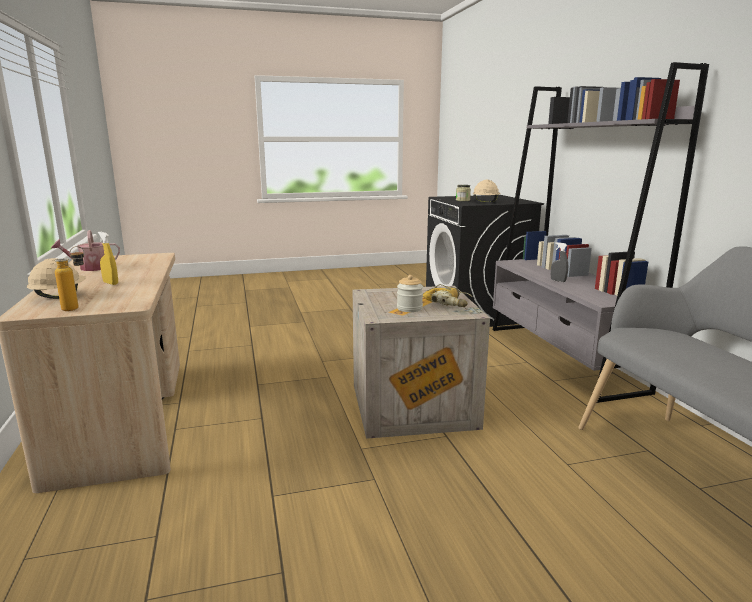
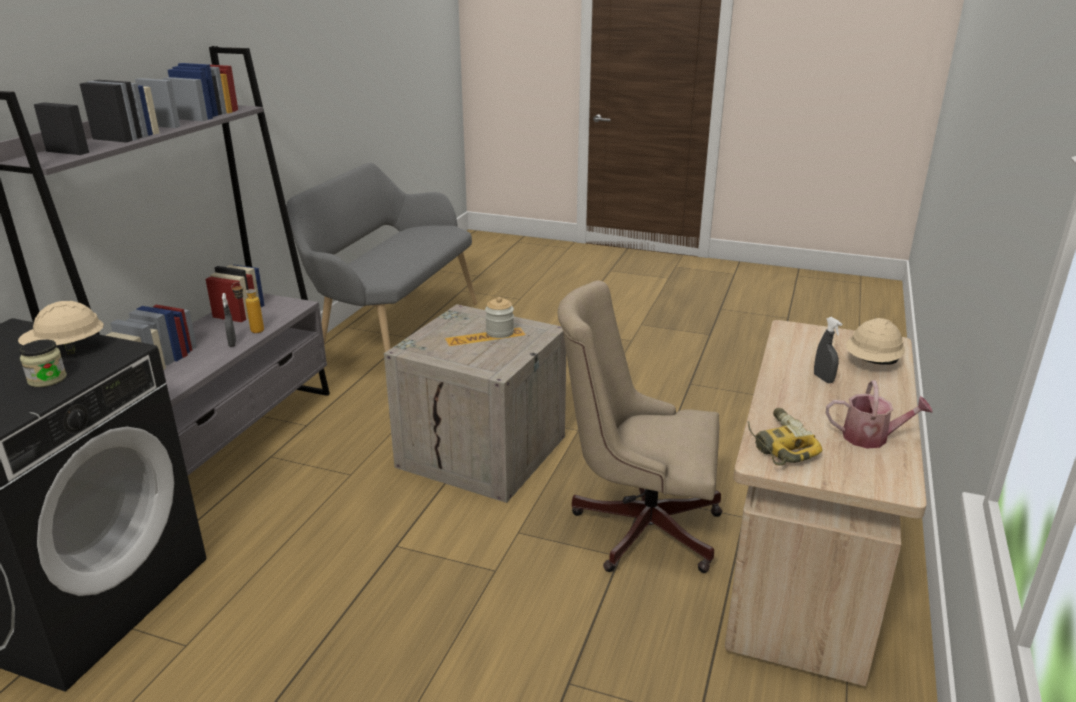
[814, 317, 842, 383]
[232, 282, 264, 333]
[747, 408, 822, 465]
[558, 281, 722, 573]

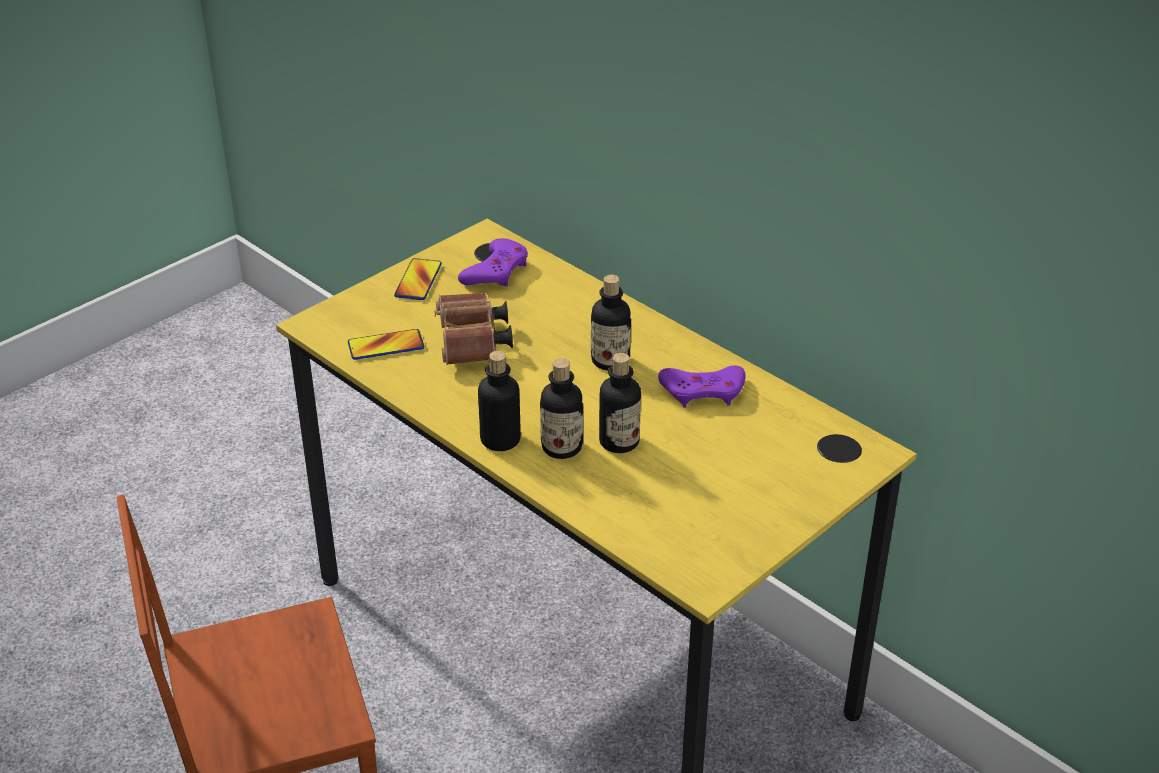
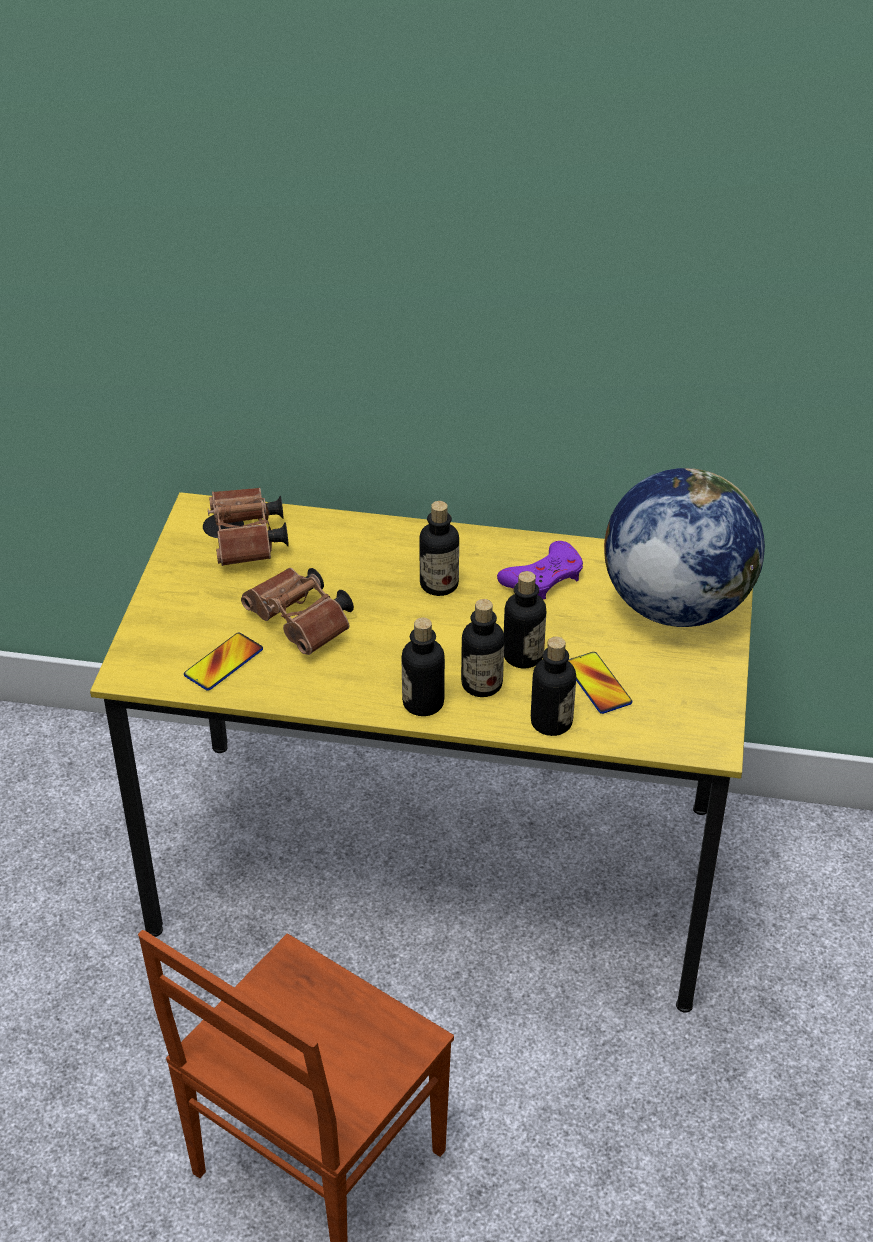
[208, 488, 289, 566]
[568, 652, 632, 714]
[604, 468, 765, 627]
[531, 637, 576, 736]

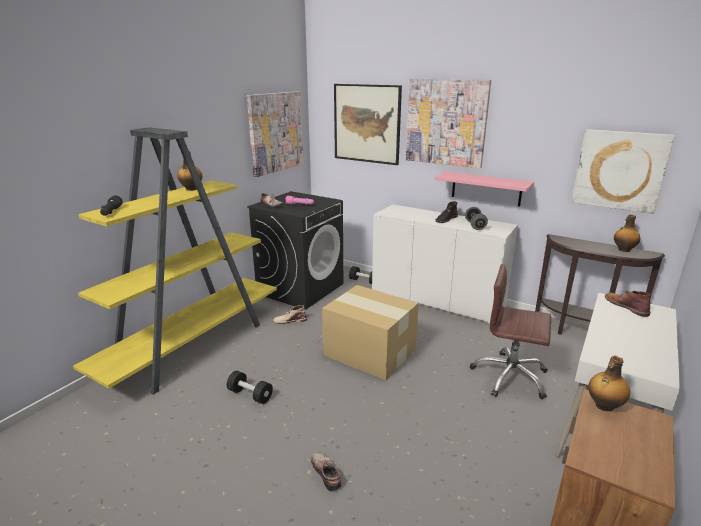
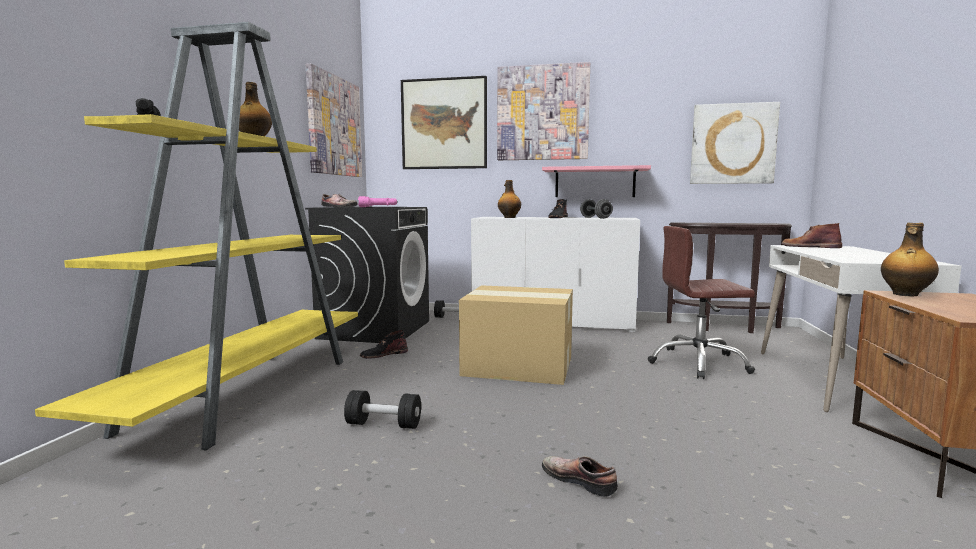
[498, 180, 521, 218]
[360, 330, 408, 359]

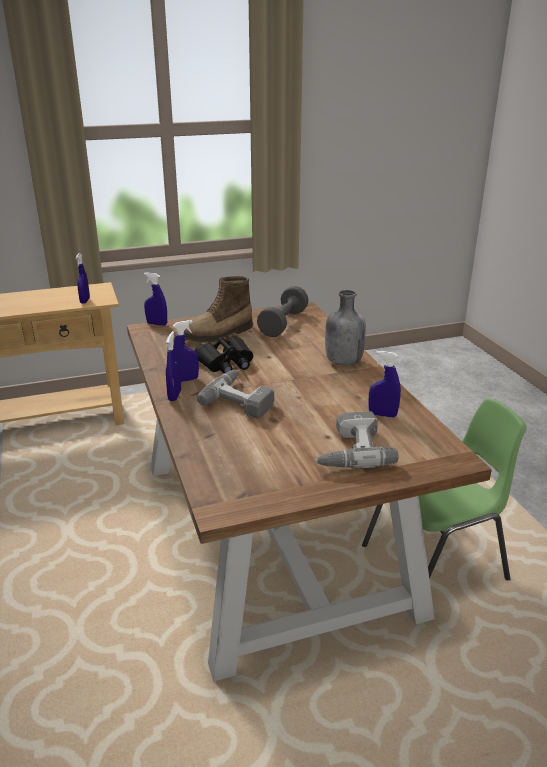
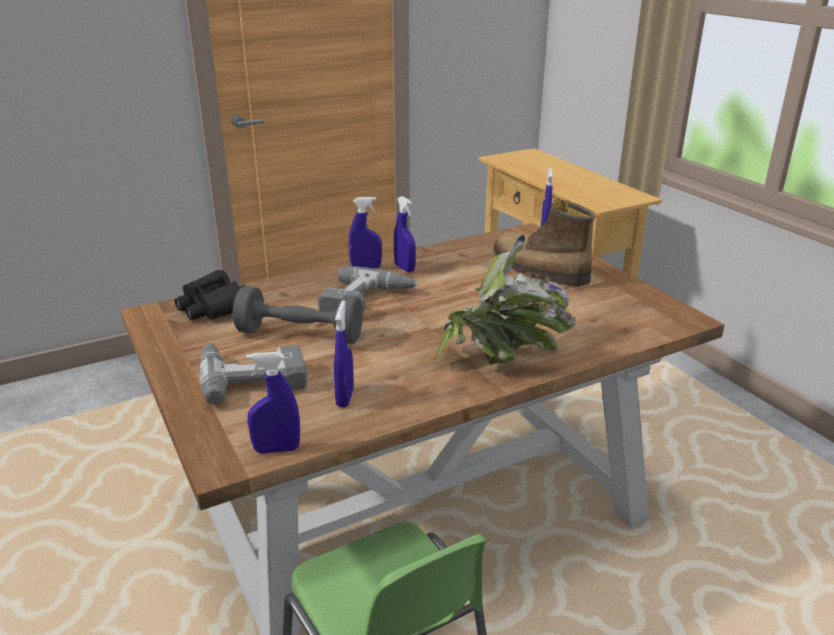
[246, 352, 300, 454]
[233, 286, 363, 344]
[433, 235, 576, 365]
[174, 270, 246, 320]

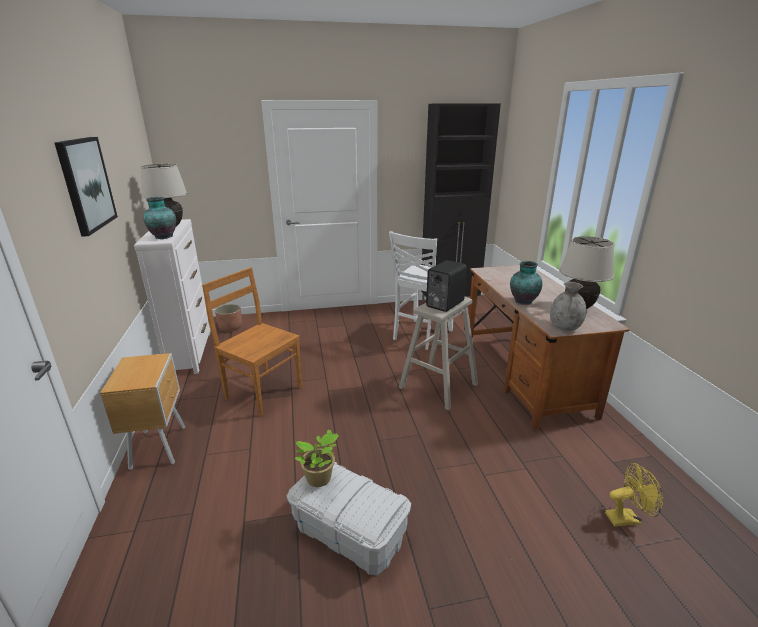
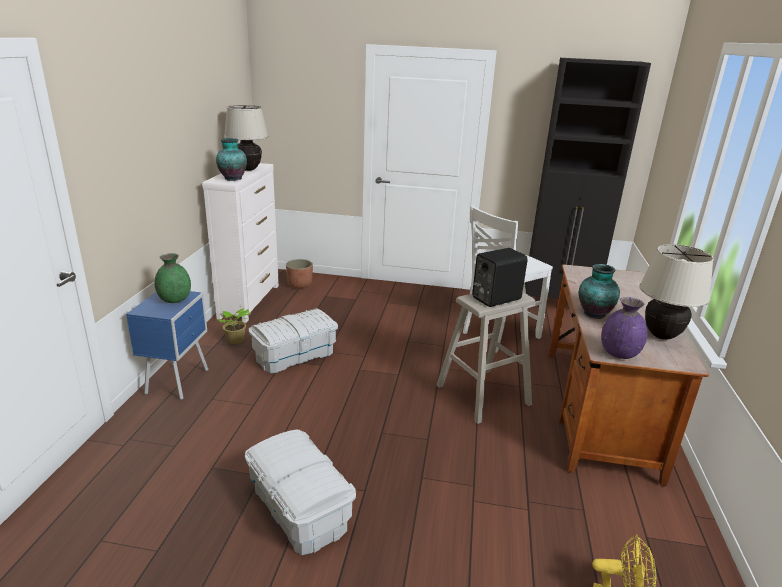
[54, 137, 118, 237] (first image)
[249, 308, 338, 373]
[601, 297, 647, 359]
[126, 291, 208, 400]
[218, 309, 252, 344]
[155, 253, 191, 303]

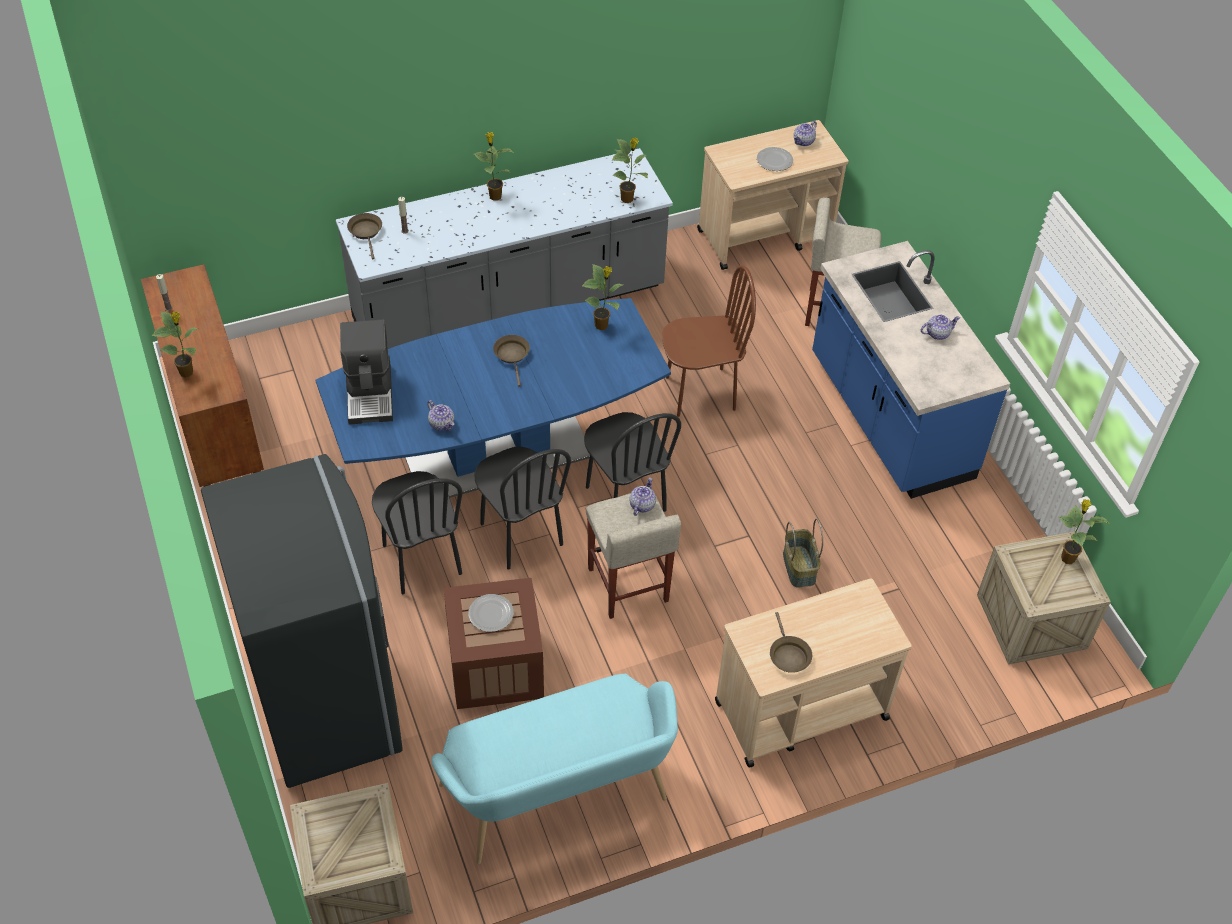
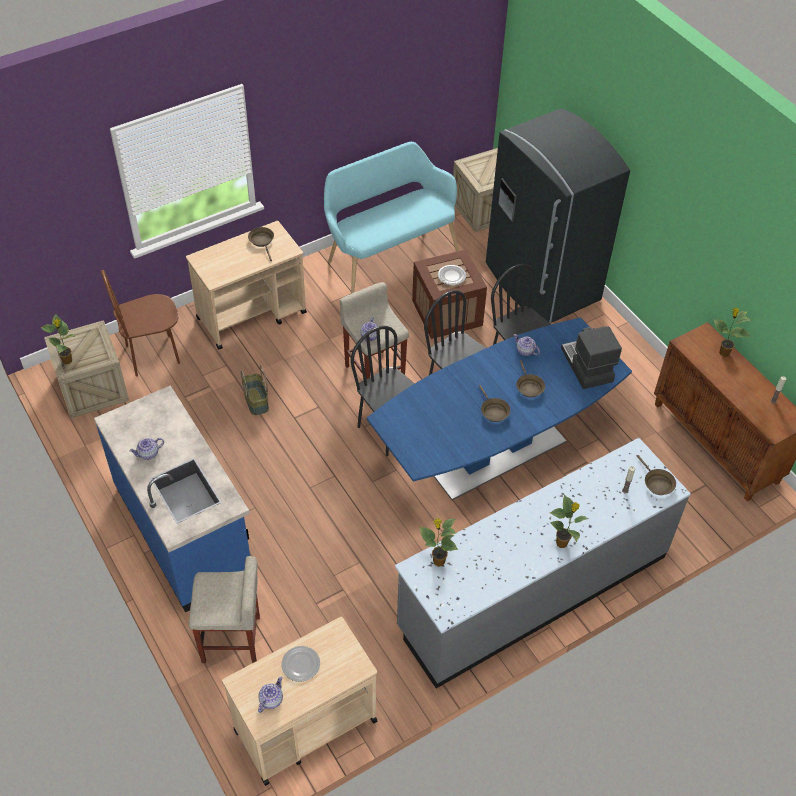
[582, 264, 623, 330] (first image)
[101, 270, 180, 377]
[516, 360, 545, 398]

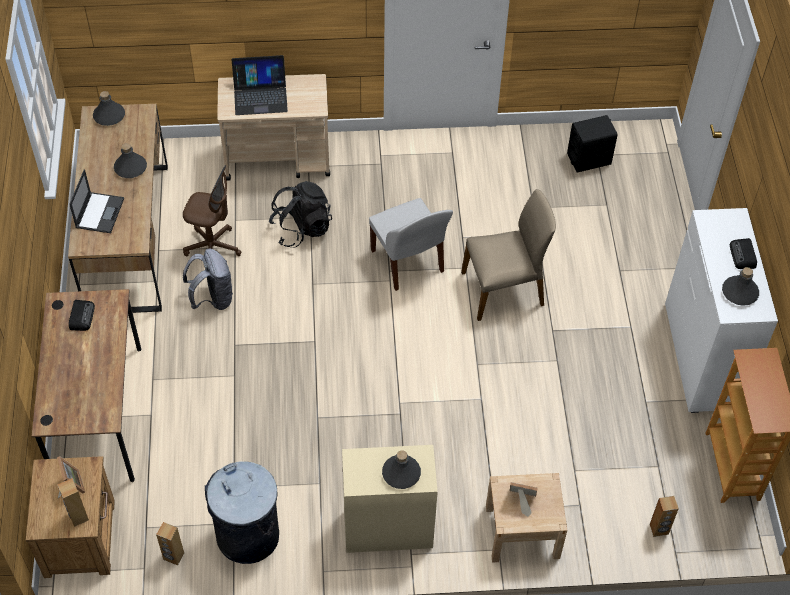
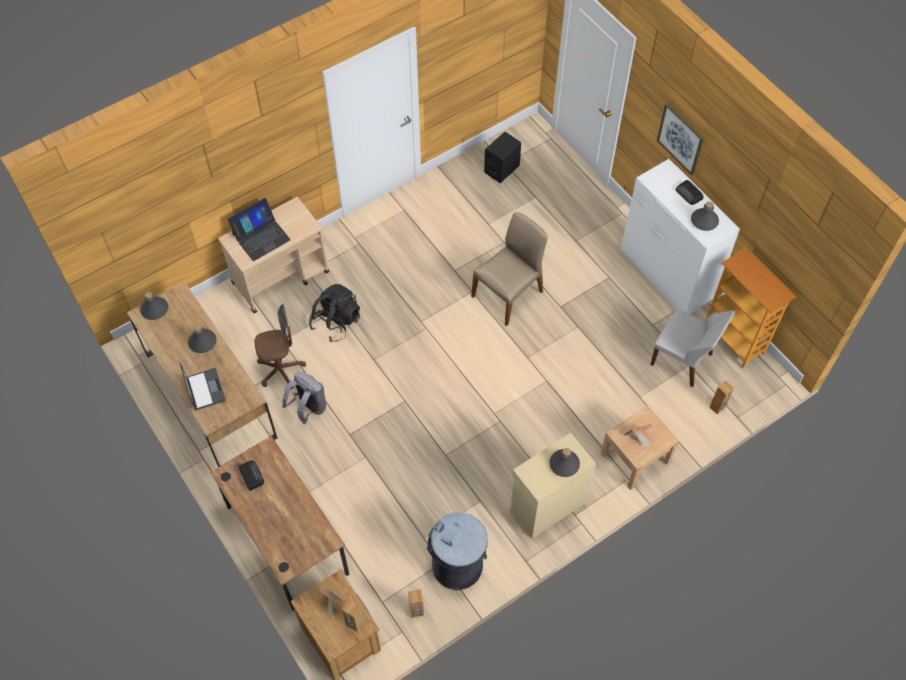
[650, 309, 735, 387]
[657, 103, 704, 175]

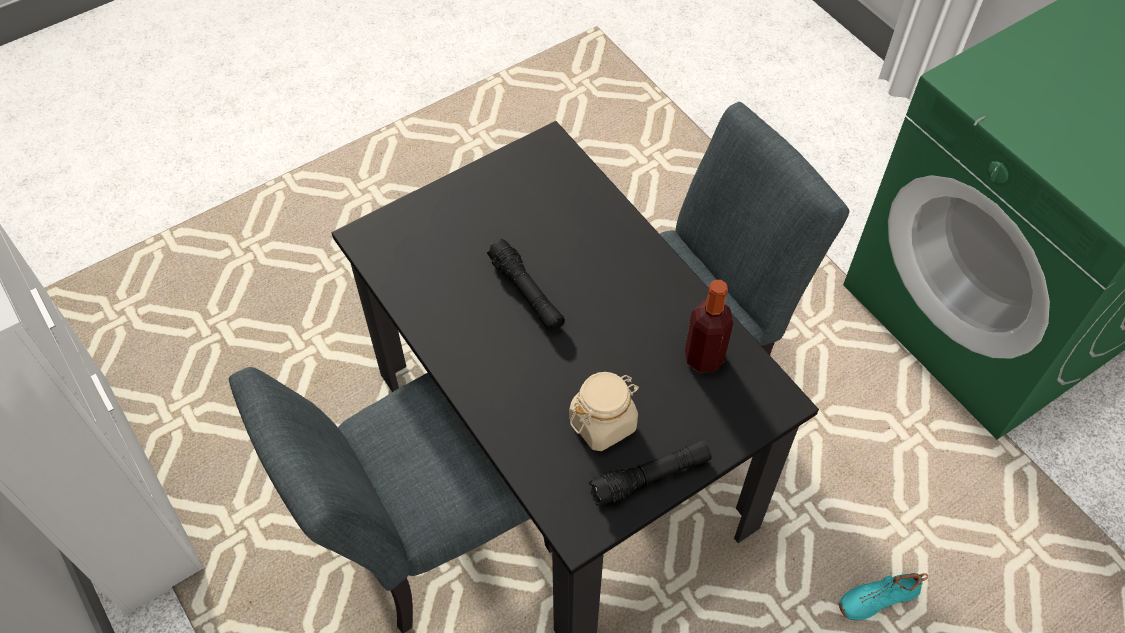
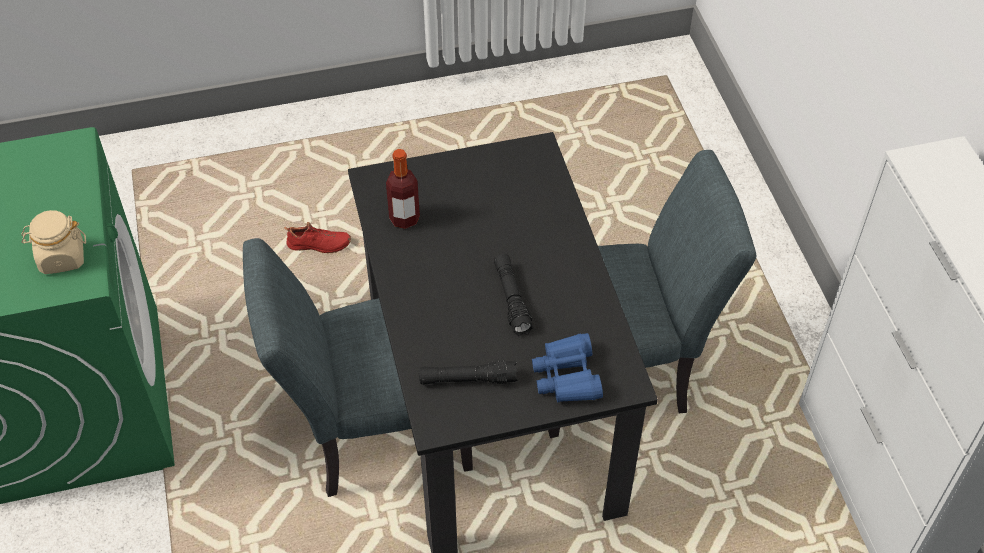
[21, 210, 86, 274]
[419, 360, 517, 385]
[284, 222, 351, 253]
[532, 333, 603, 402]

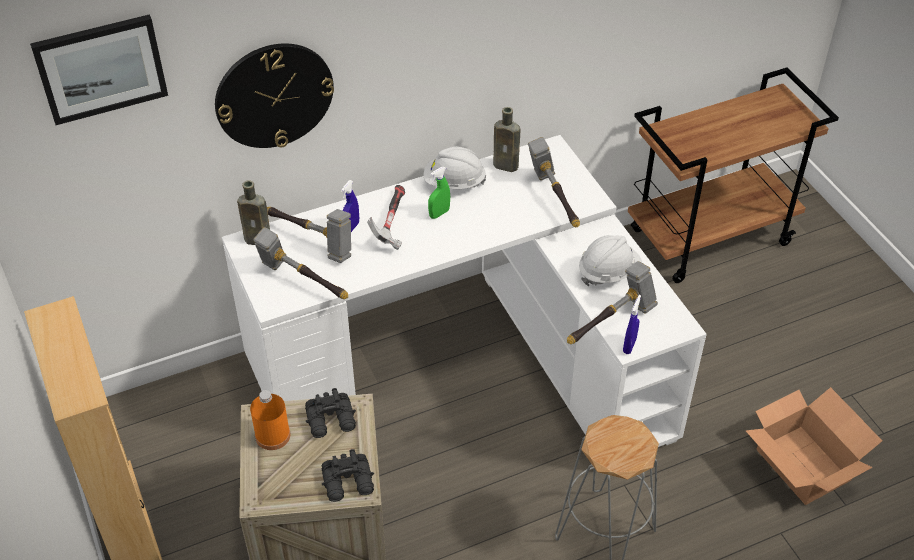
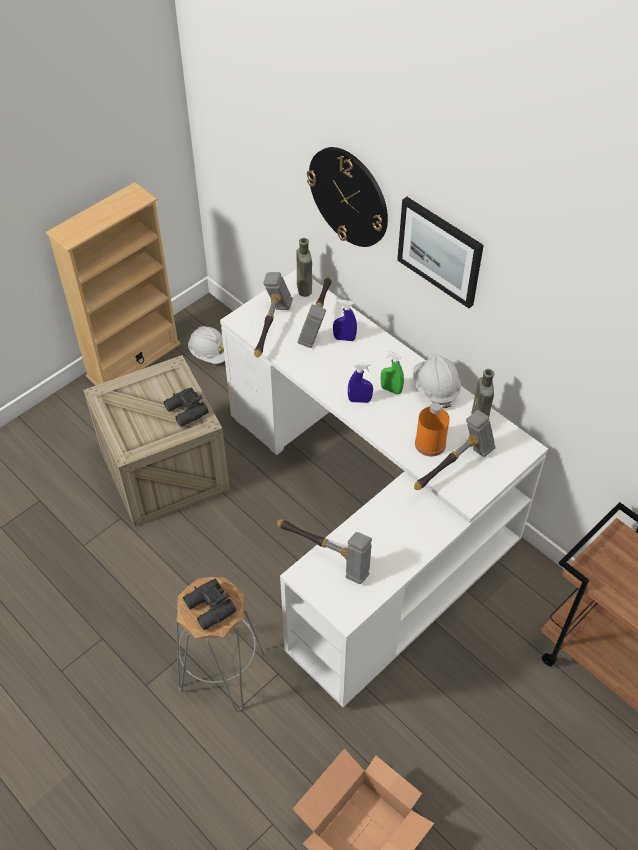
[397, 197, 484, 308]
[367, 185, 405, 250] (first image)
[188, 326, 225, 364]
[348, 363, 373, 403]
[415, 403, 450, 457]
[183, 579, 236, 630]

